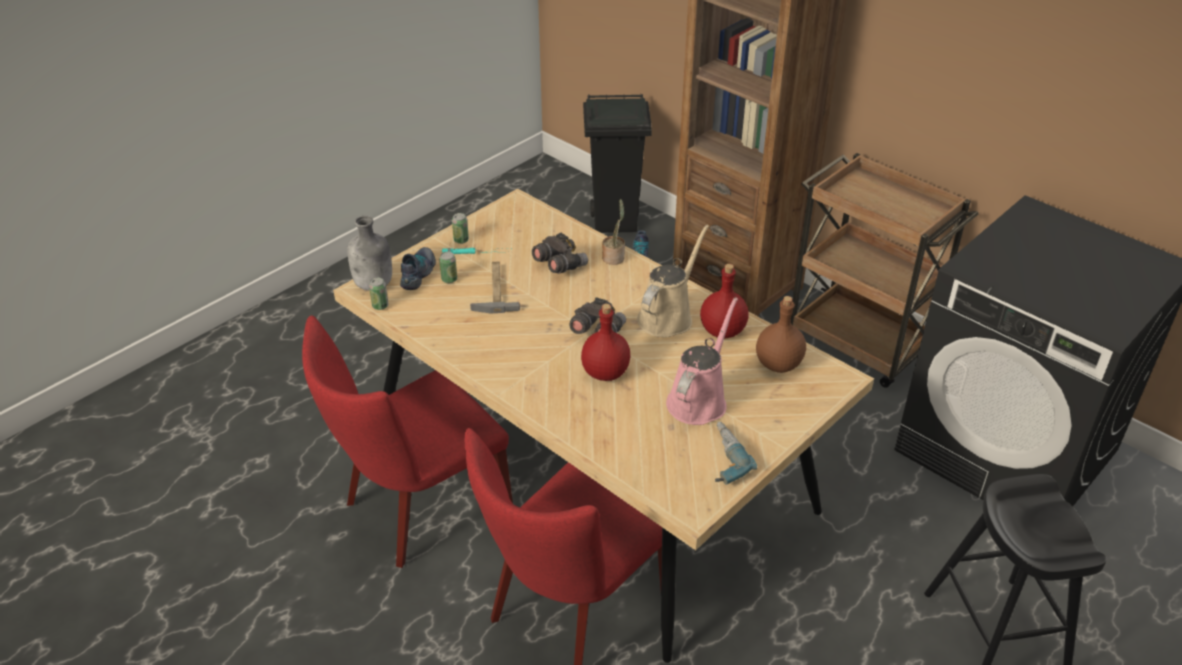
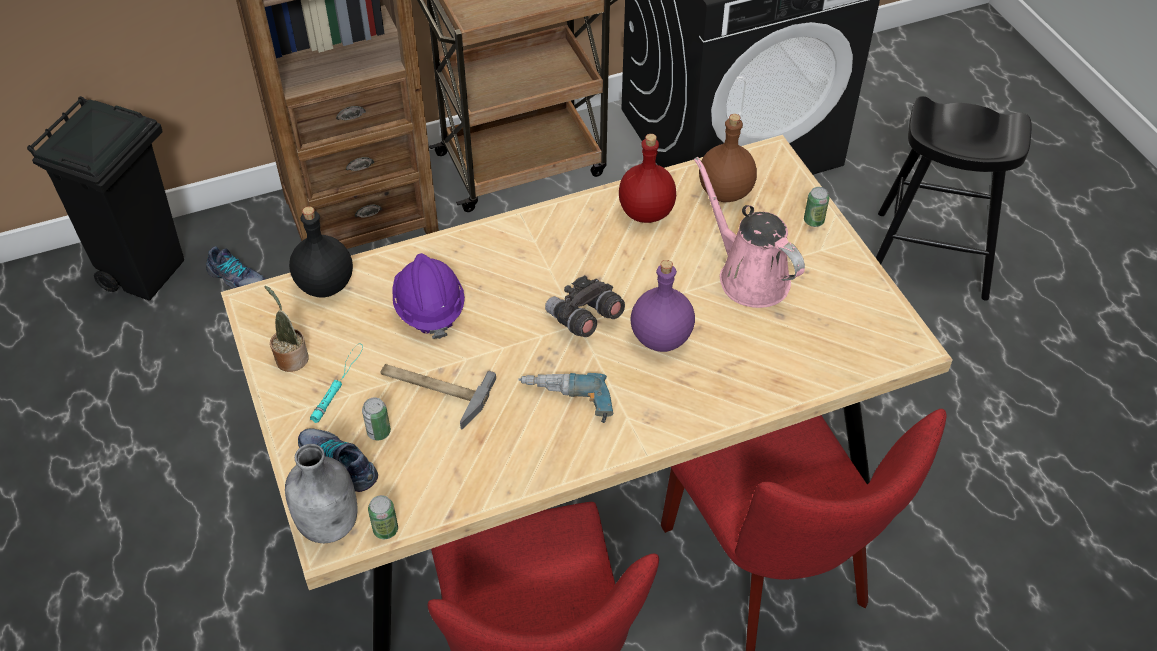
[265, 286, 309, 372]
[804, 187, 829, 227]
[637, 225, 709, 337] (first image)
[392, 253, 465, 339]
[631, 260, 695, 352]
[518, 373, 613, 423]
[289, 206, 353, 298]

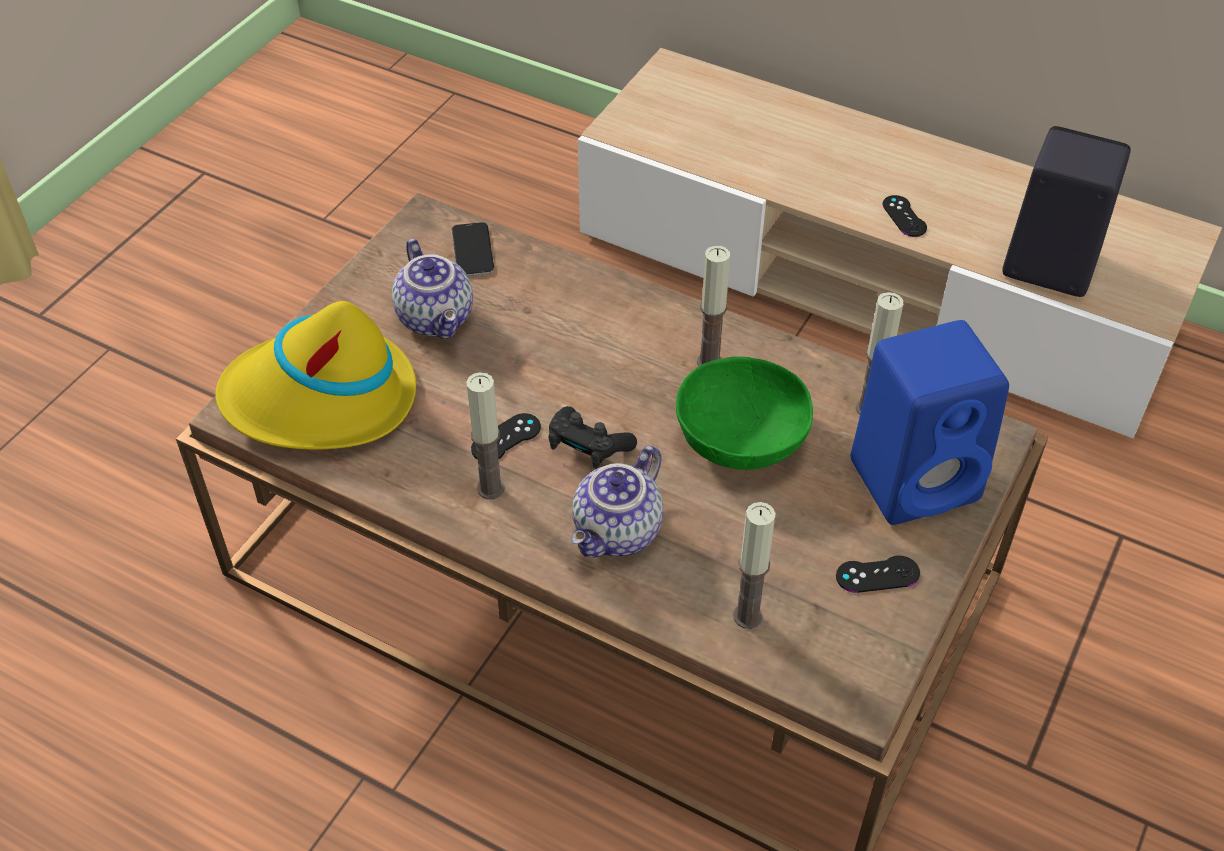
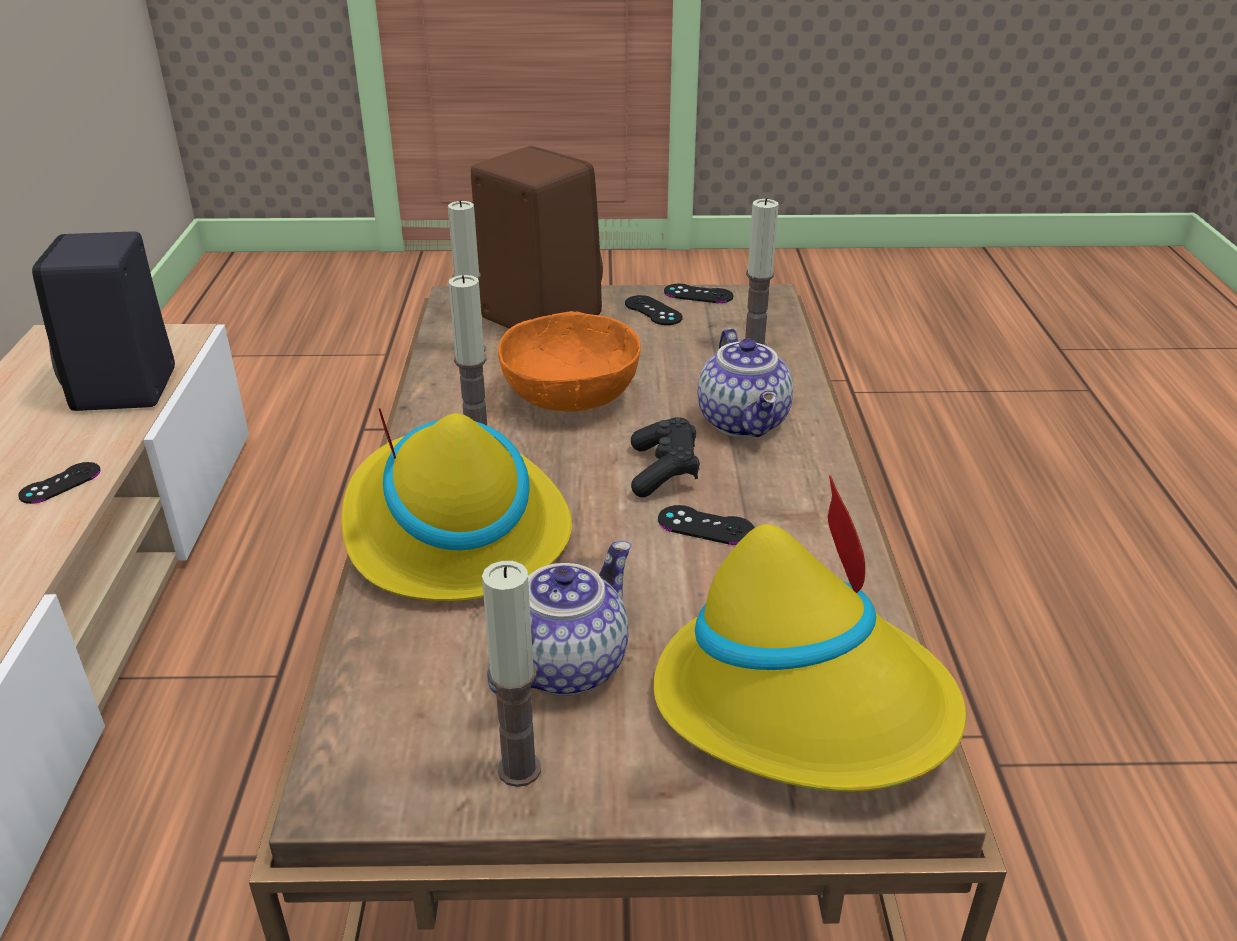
[452, 222, 494, 276] (first image)
[471, 146, 603, 329]
[498, 311, 641, 412]
[482, 561, 541, 787]
[698, 328, 793, 438]
[664, 284, 734, 303]
[341, 408, 572, 601]

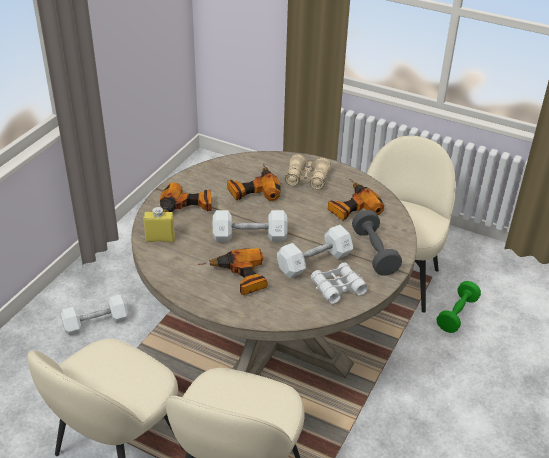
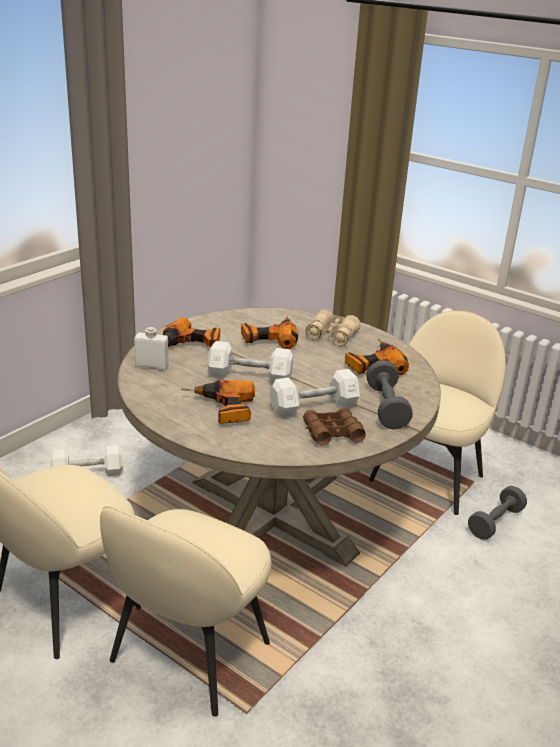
[134, 327, 169, 371]
[303, 407, 366, 446]
[468, 486, 527, 540]

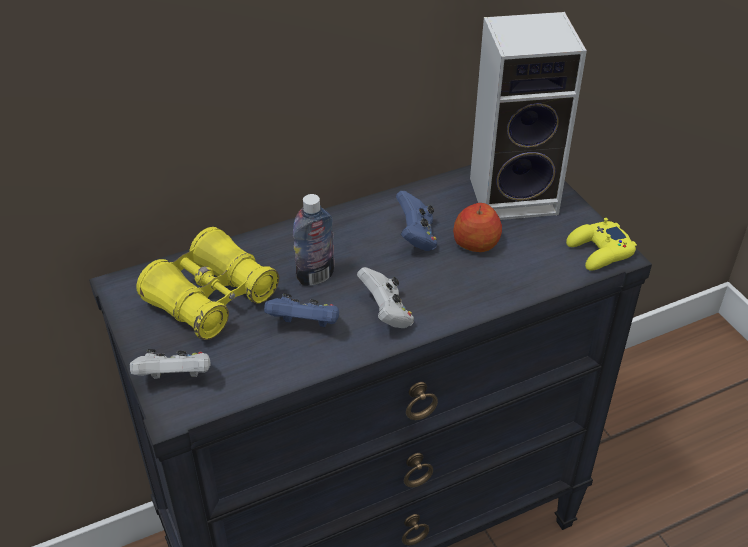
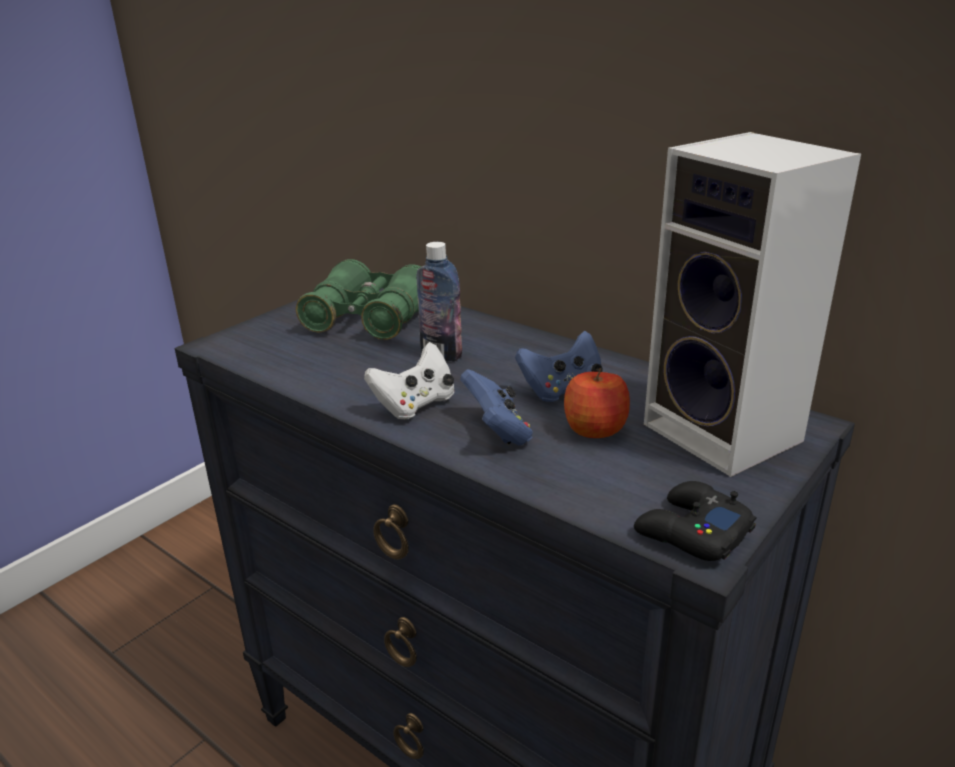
[634, 481, 756, 561]
[296, 259, 421, 340]
[460, 369, 533, 445]
[130, 349, 211, 379] (first image)

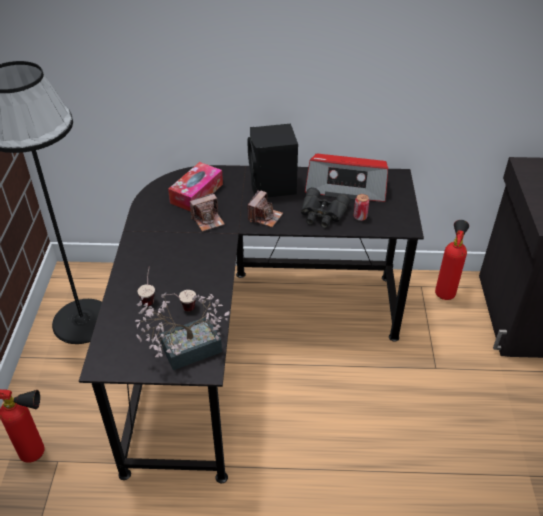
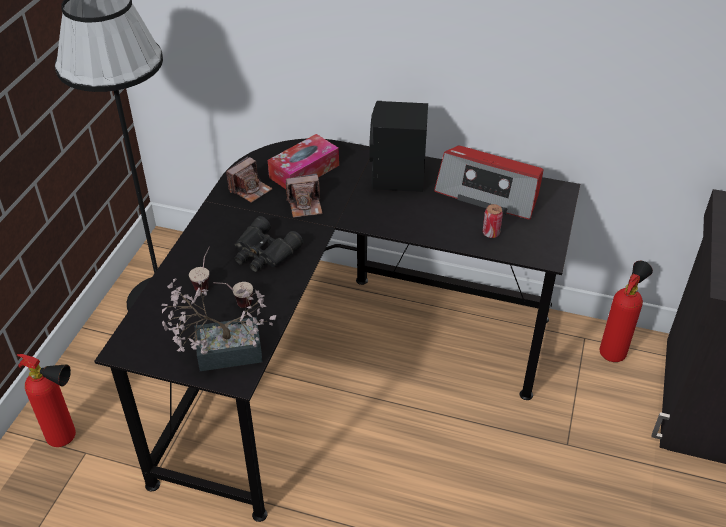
[235, 216, 303, 272]
[226, 156, 273, 203]

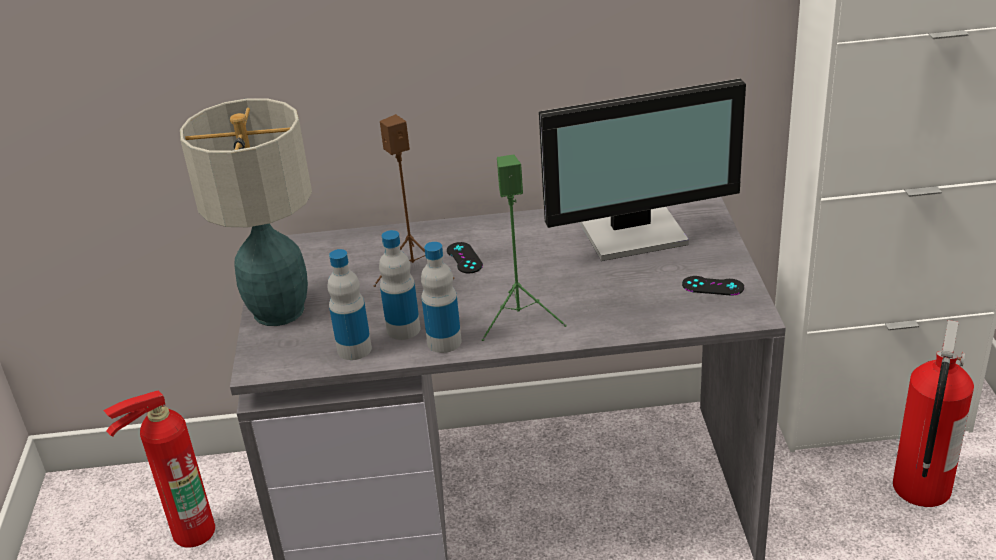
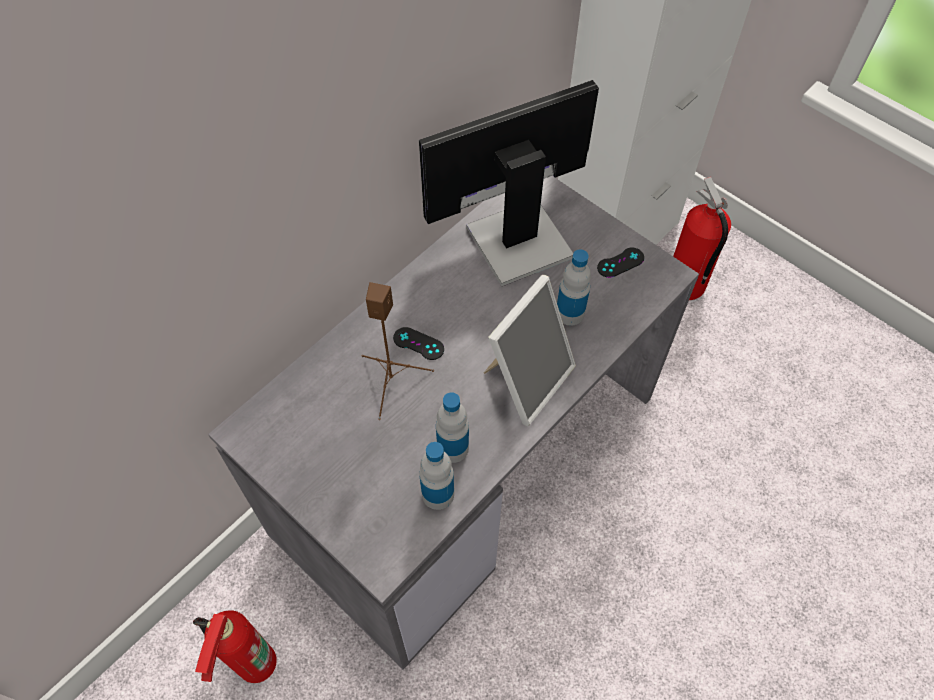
[419, 80, 599, 287]
[180, 98, 312, 326] (first image)
[484, 275, 576, 426]
[557, 249, 591, 326]

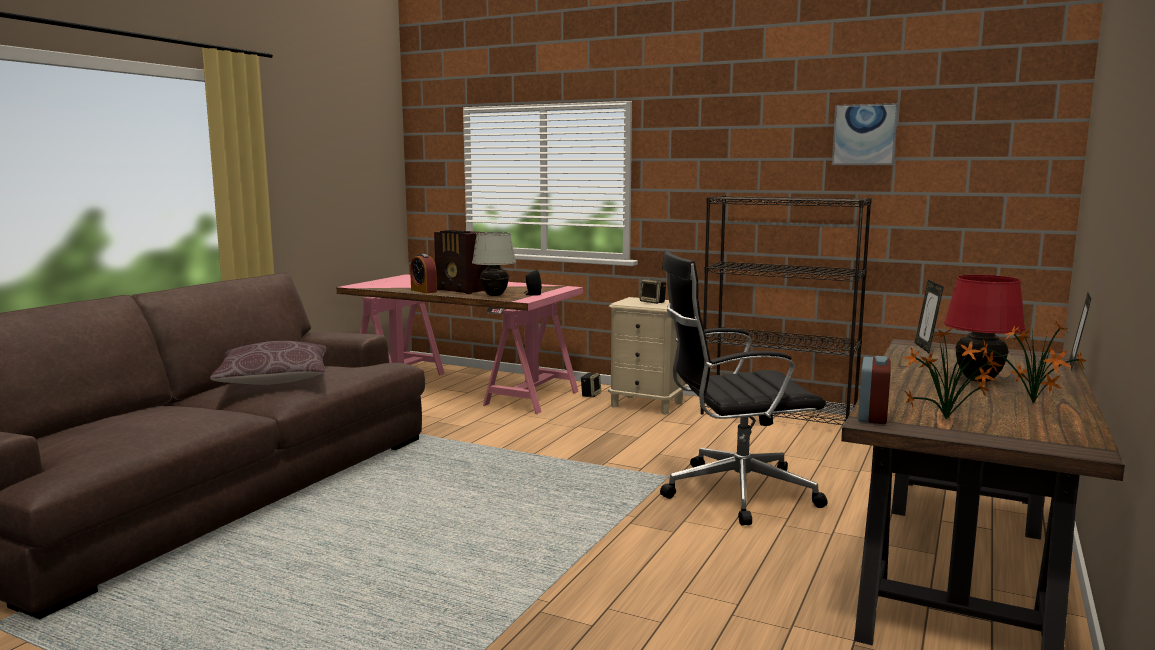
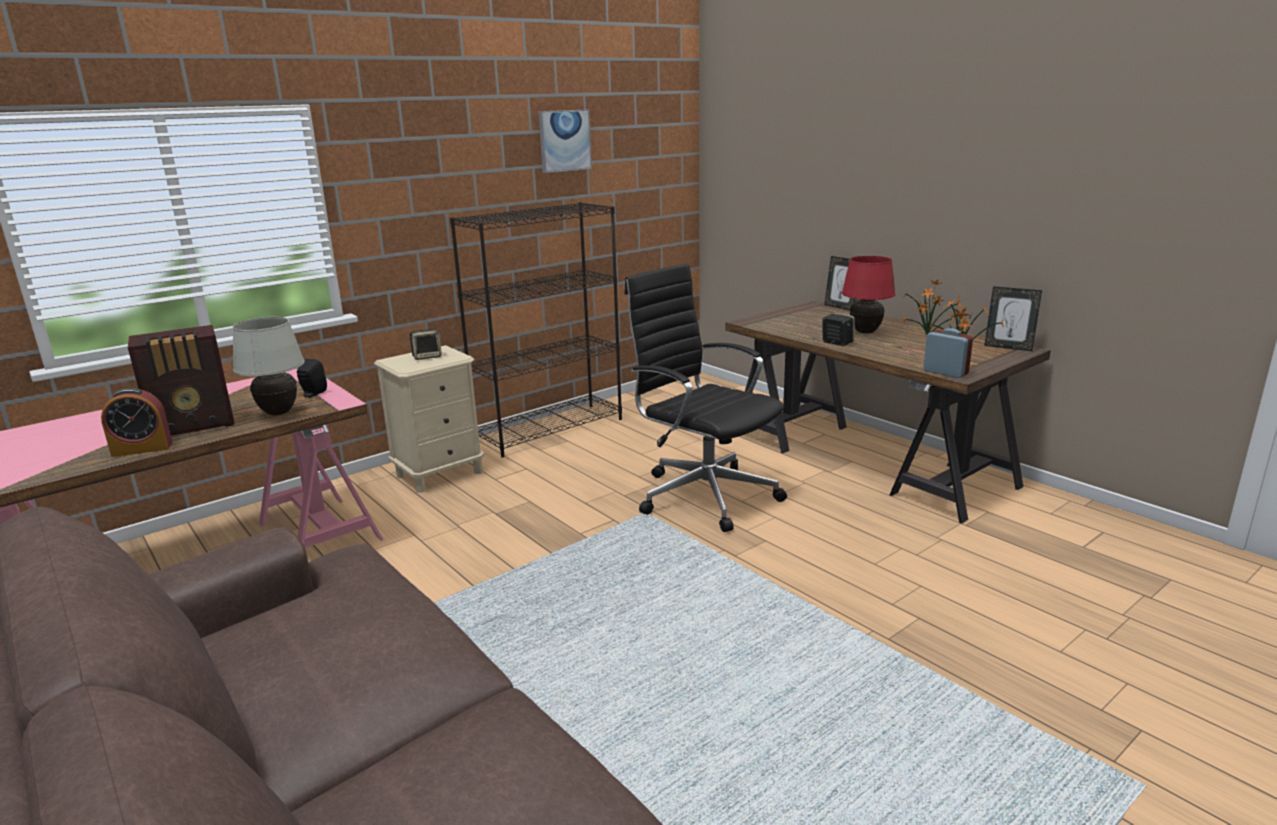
[625, 264, 787, 532]
[984, 286, 1042, 351]
[210, 341, 326, 385] (first image)
[822, 313, 855, 346]

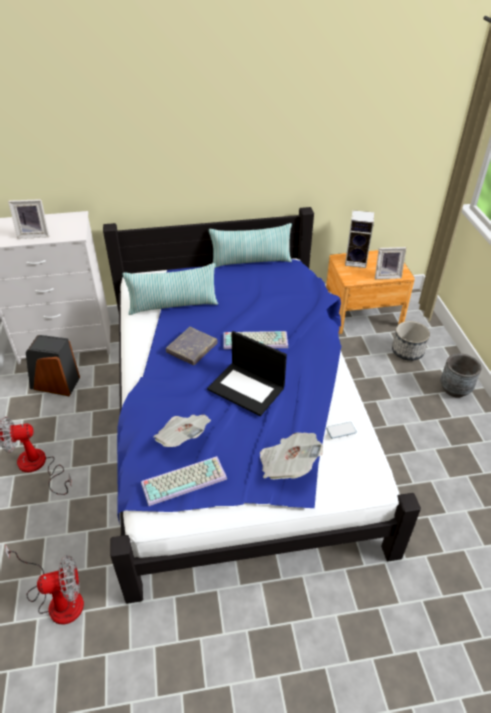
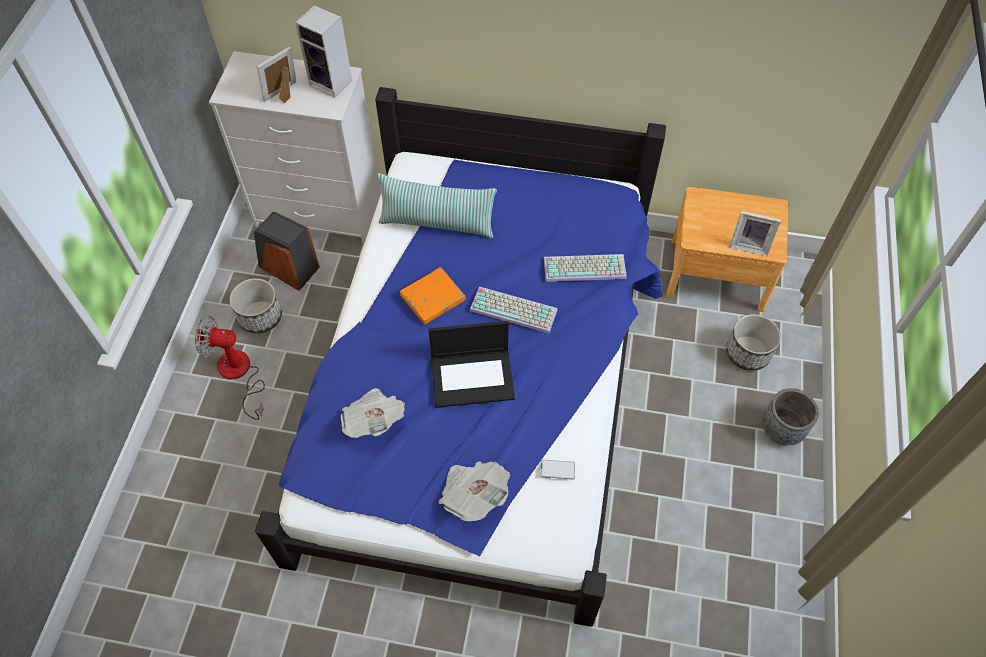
[257, 46, 296, 103]
[295, 5, 352, 98]
[209, 223, 292, 268] (first image)
[400, 267, 466, 324]
[428, 321, 515, 408]
[544, 254, 627, 282]
[5, 546, 84, 624] (first image)
[230, 278, 282, 334]

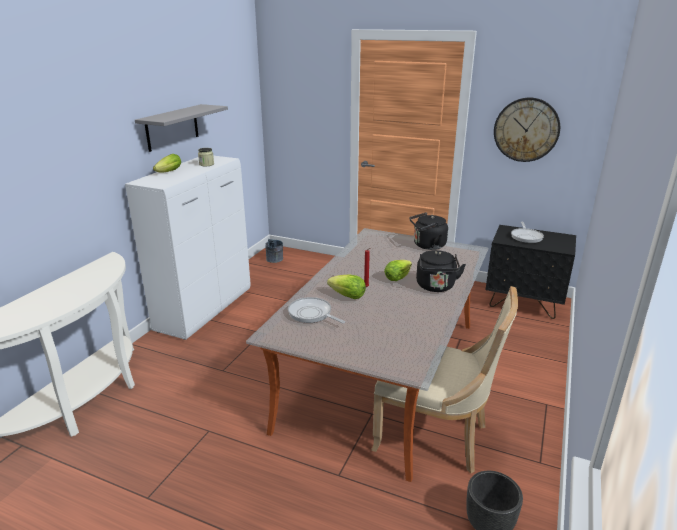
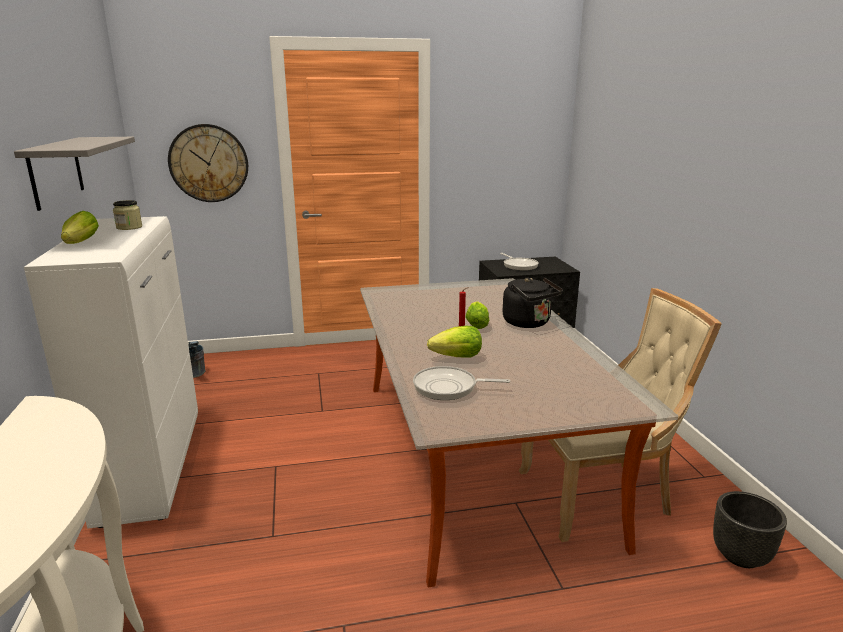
[168, 124, 248, 202]
[410, 212, 448, 250] (first image)

